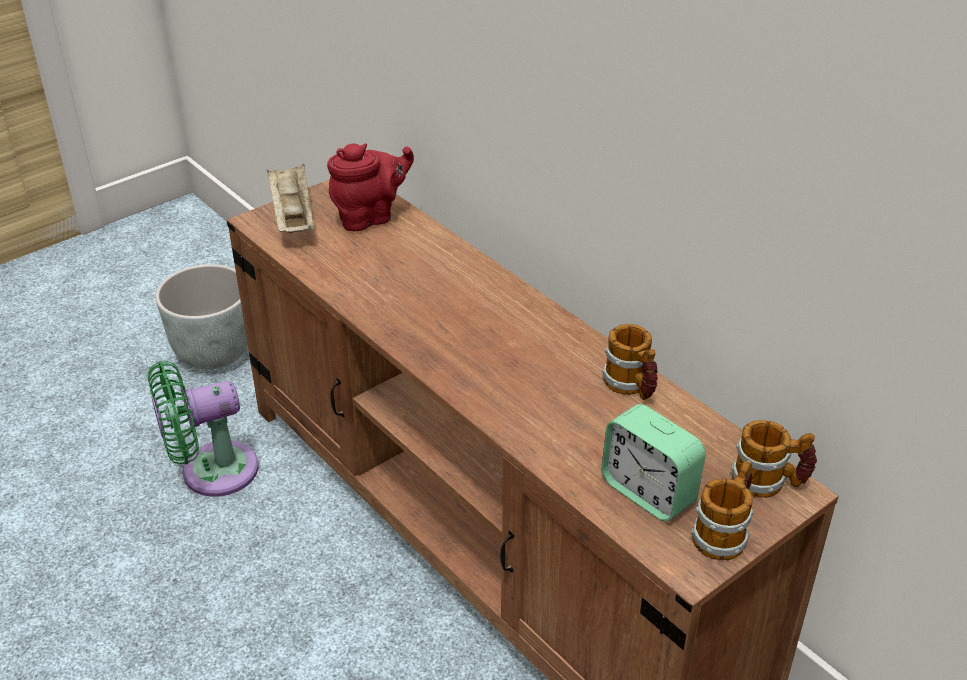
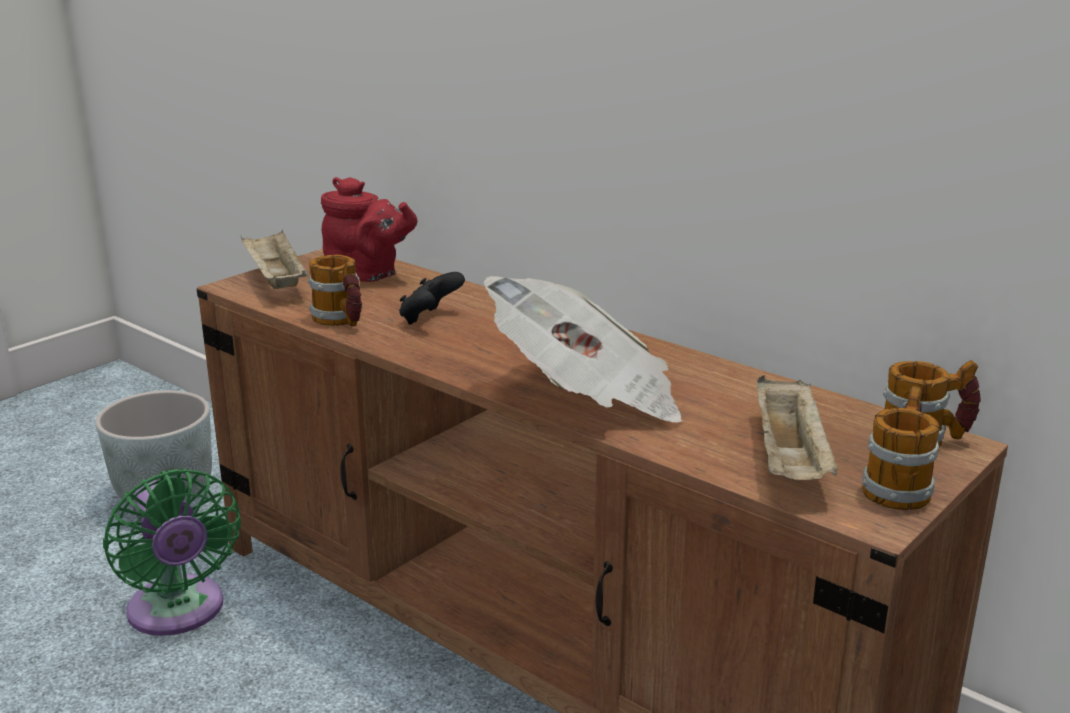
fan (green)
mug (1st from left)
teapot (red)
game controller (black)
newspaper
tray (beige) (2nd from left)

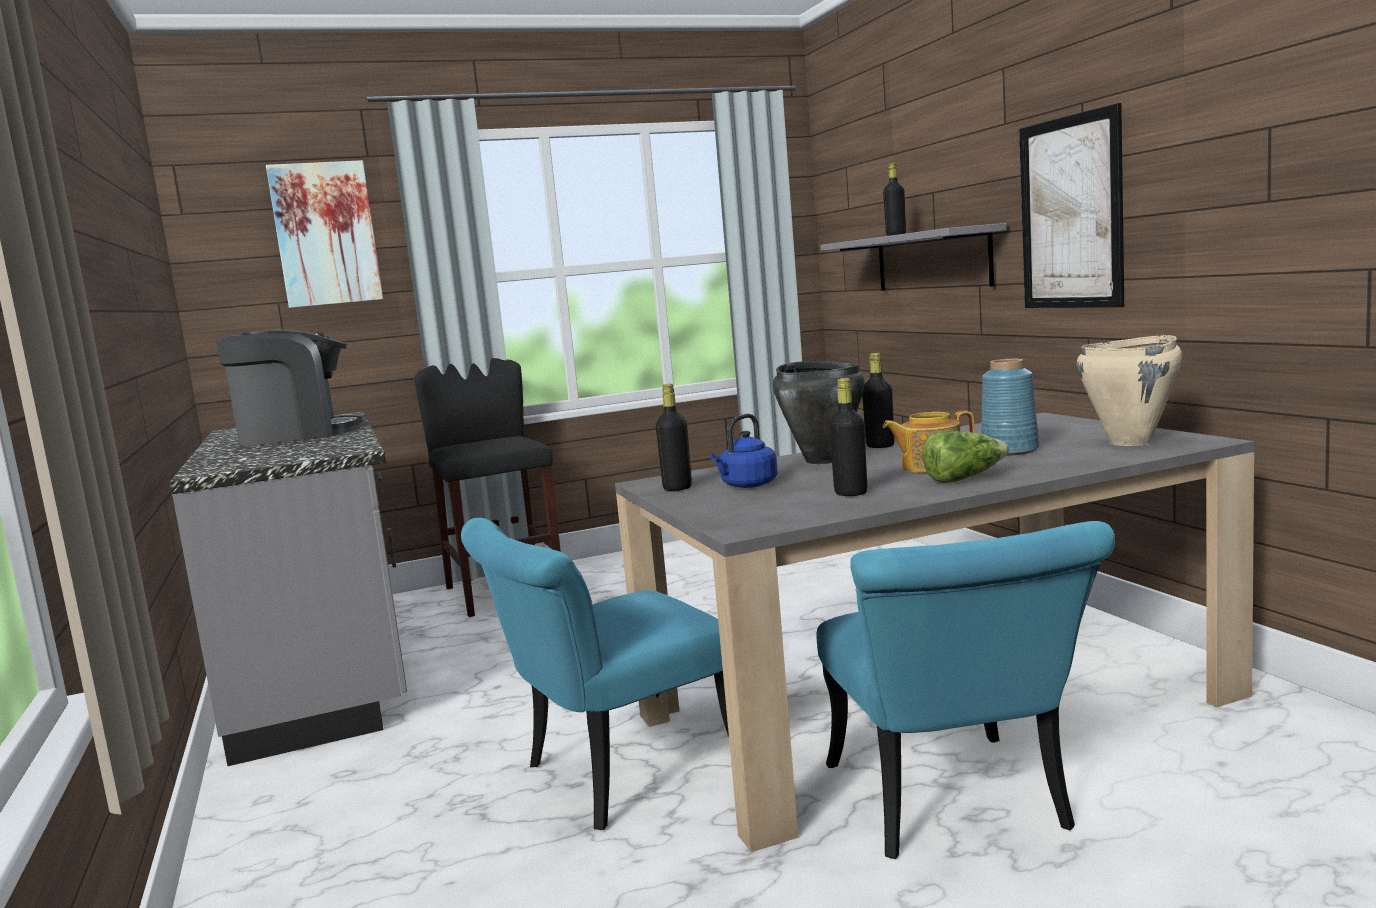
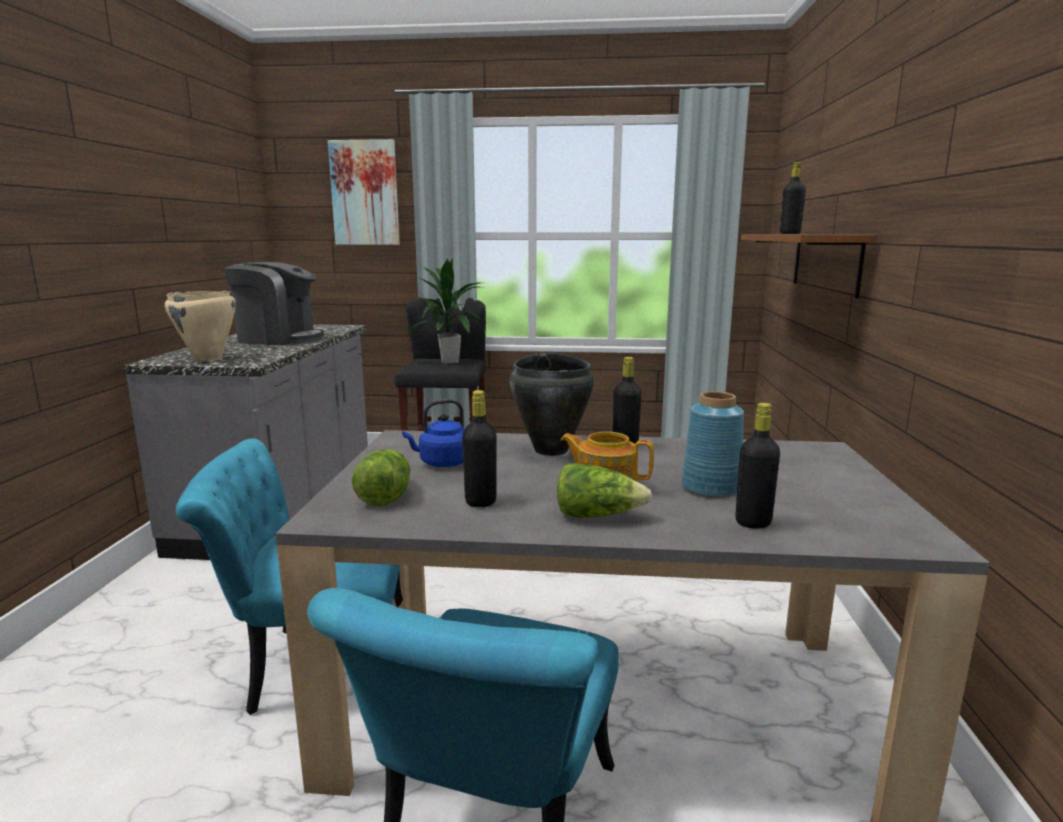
cooking pot (beige)
lettuce (1st from left)
potted plant
bottle (black) (3rd from left)
shelf (brown)
picture (2nd from left in the first image)

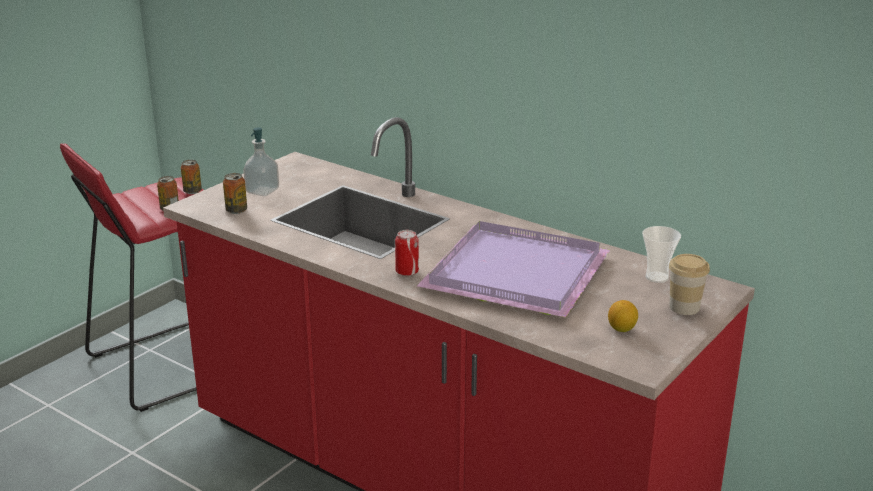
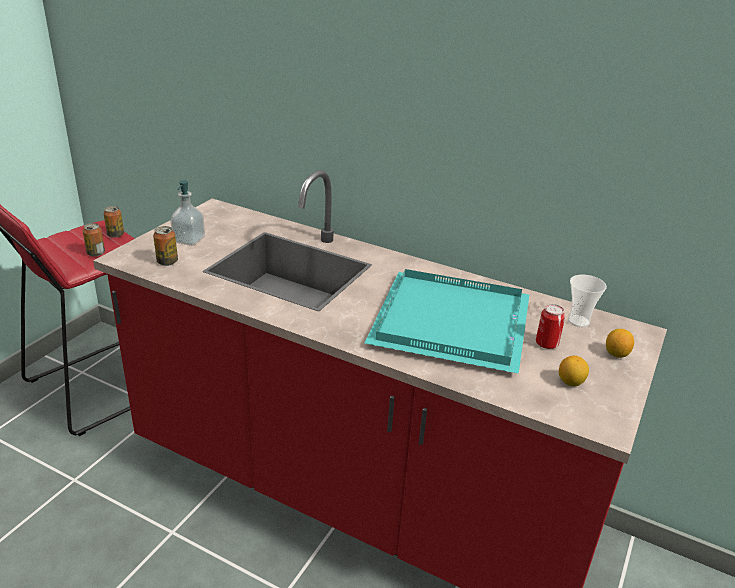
tray (turquoise)
can (4th from left)
lemon (2nd from left)

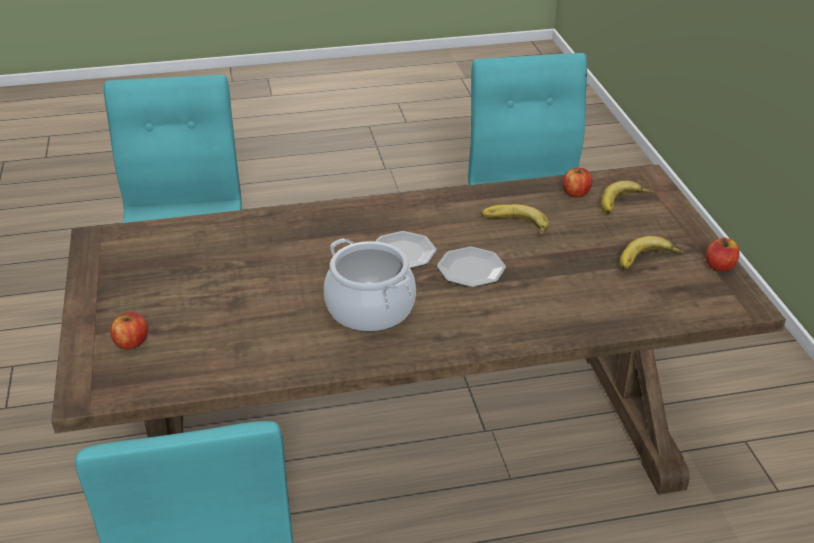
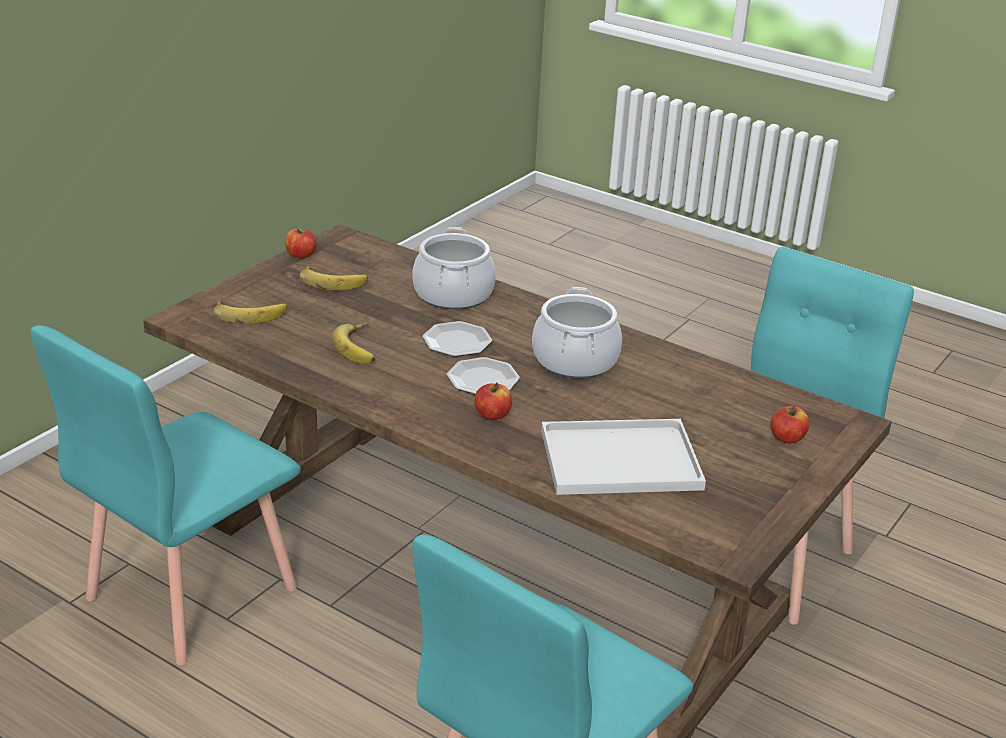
cooking pot (1st from left)
apple (2nd from left)
tray (white)

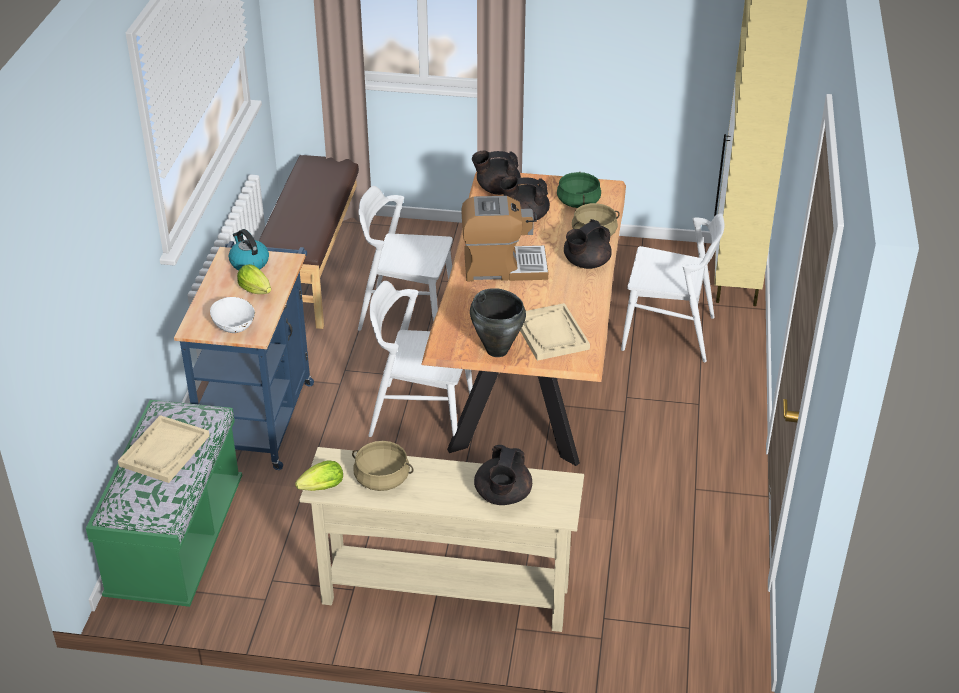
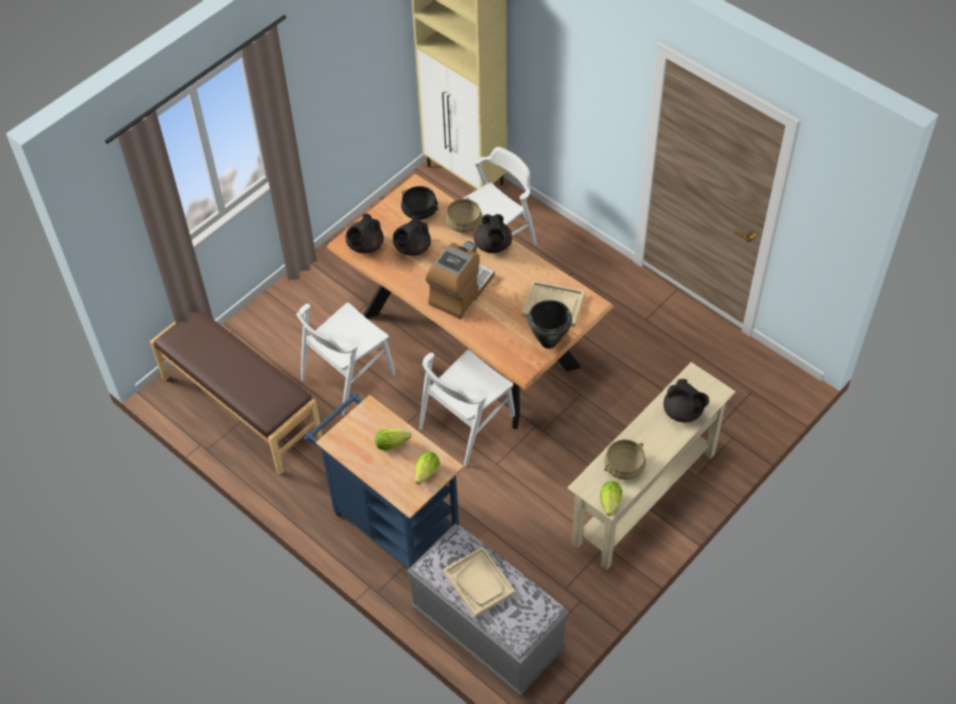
cooking pot (black) (1st from left)
bench (grey)
lettuce (2nd from left)
kettle

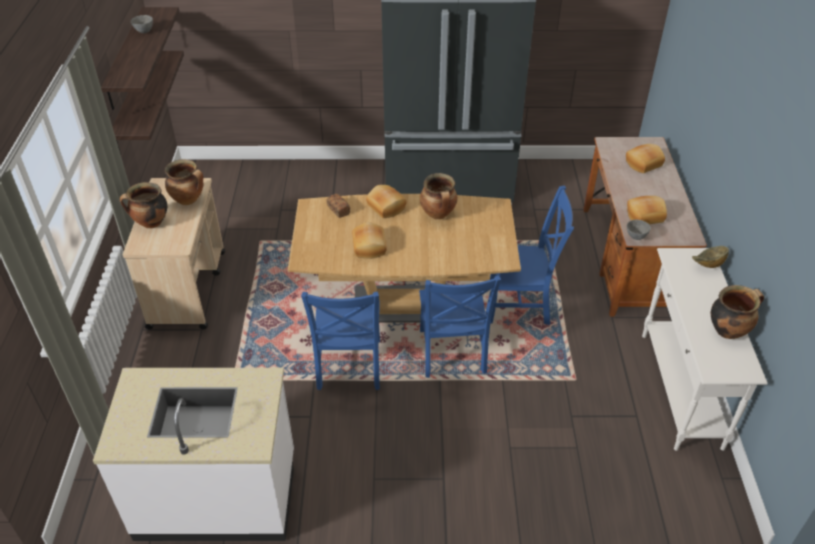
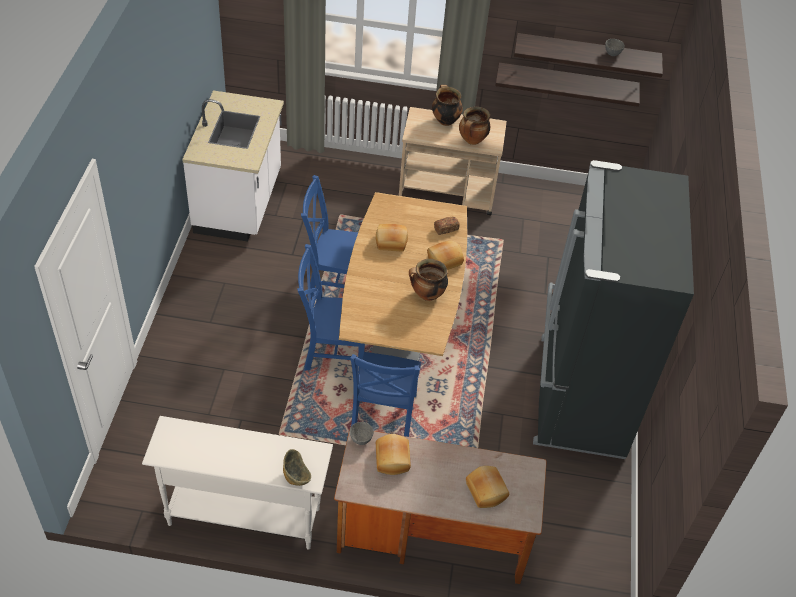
cooking pot (4th from left in the first image)

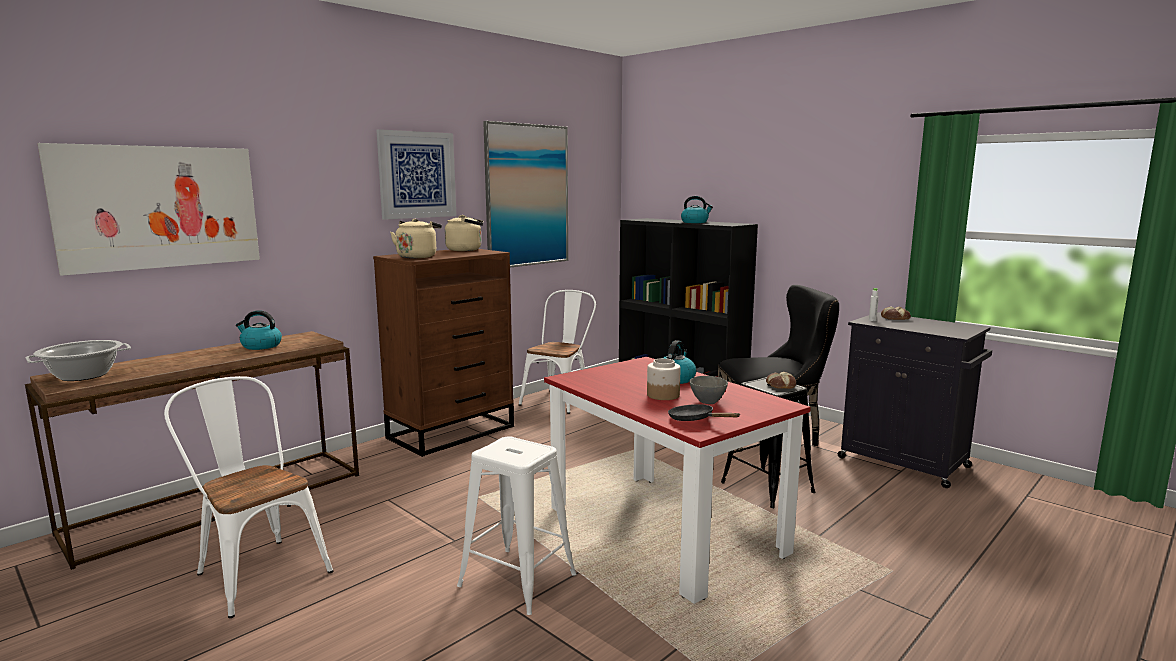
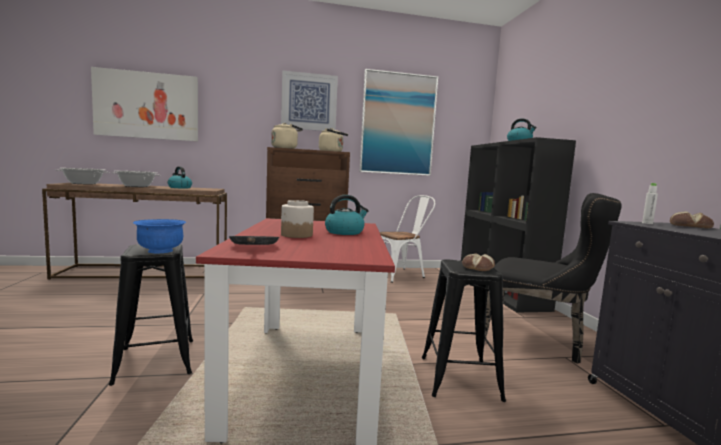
stool (black) (1st from left)
cooking pot (2nd from left)
bowl (blue)
chair (white) (1st from left in the first image)
bowl (grey)

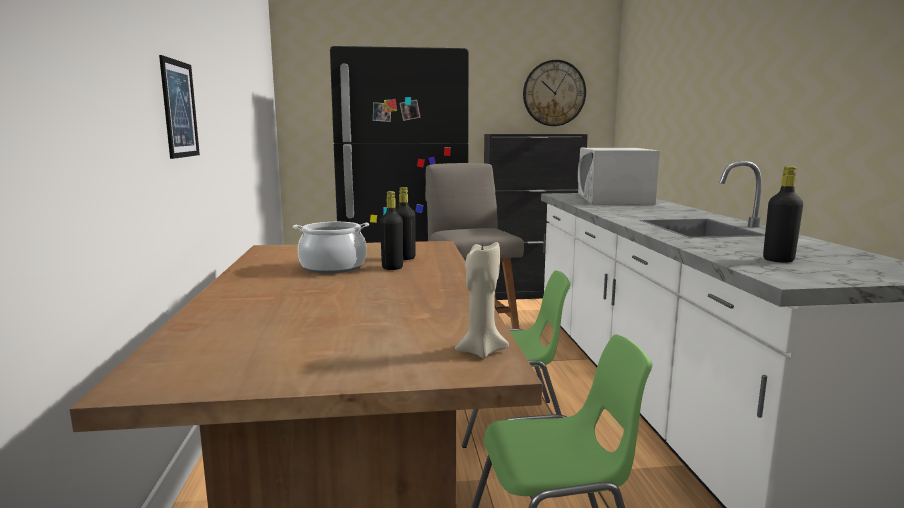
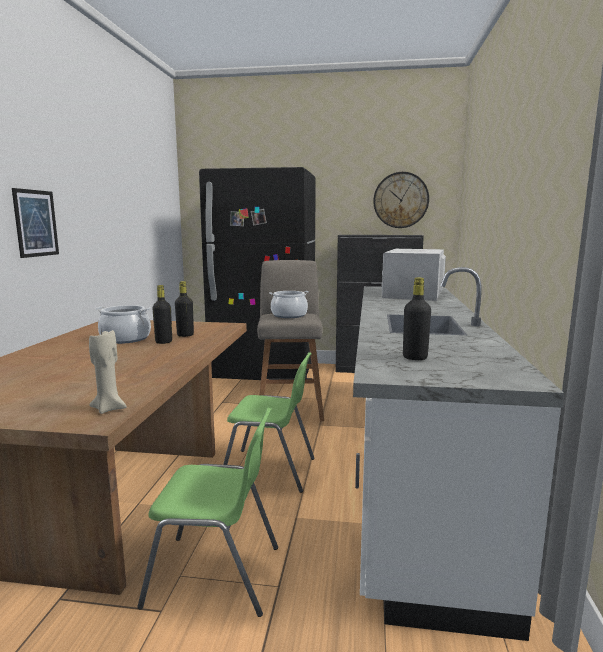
cooking pot (2nd from left)

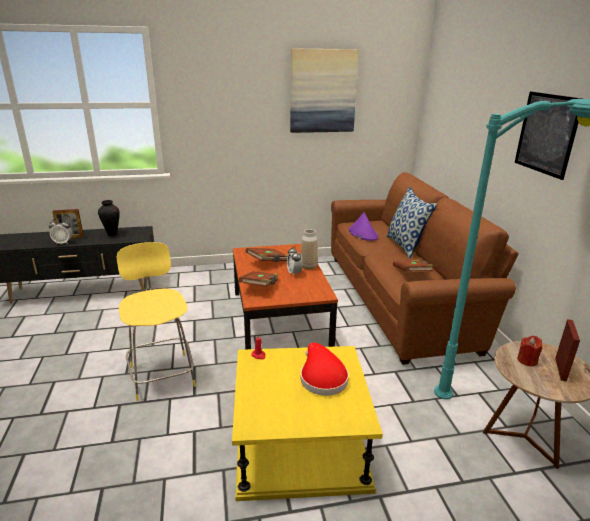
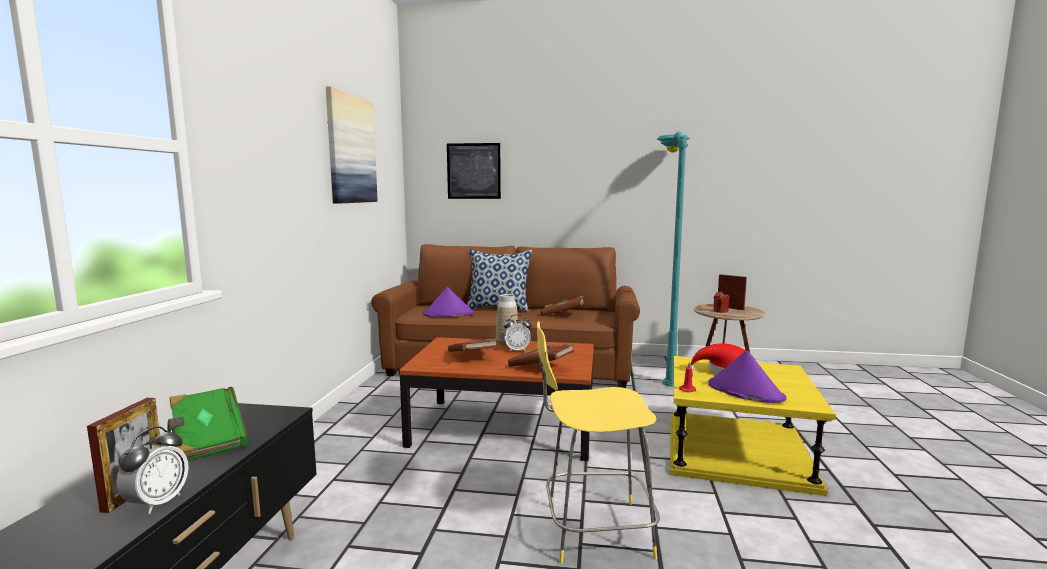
book (green)
picture (2nd from left)
hat (purple) (2nd from left)

